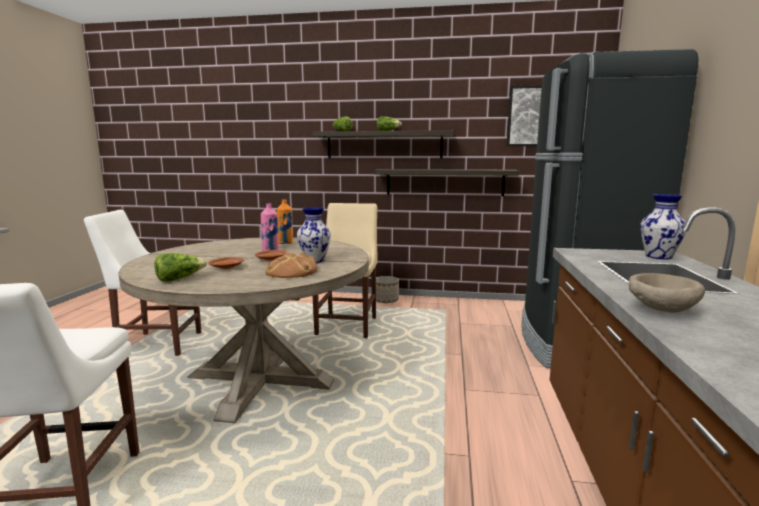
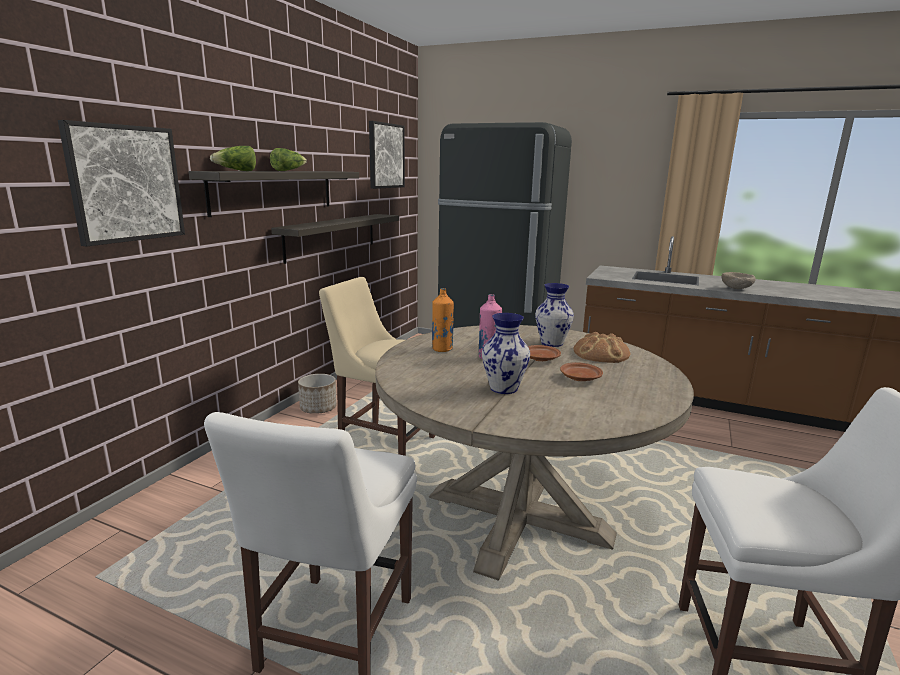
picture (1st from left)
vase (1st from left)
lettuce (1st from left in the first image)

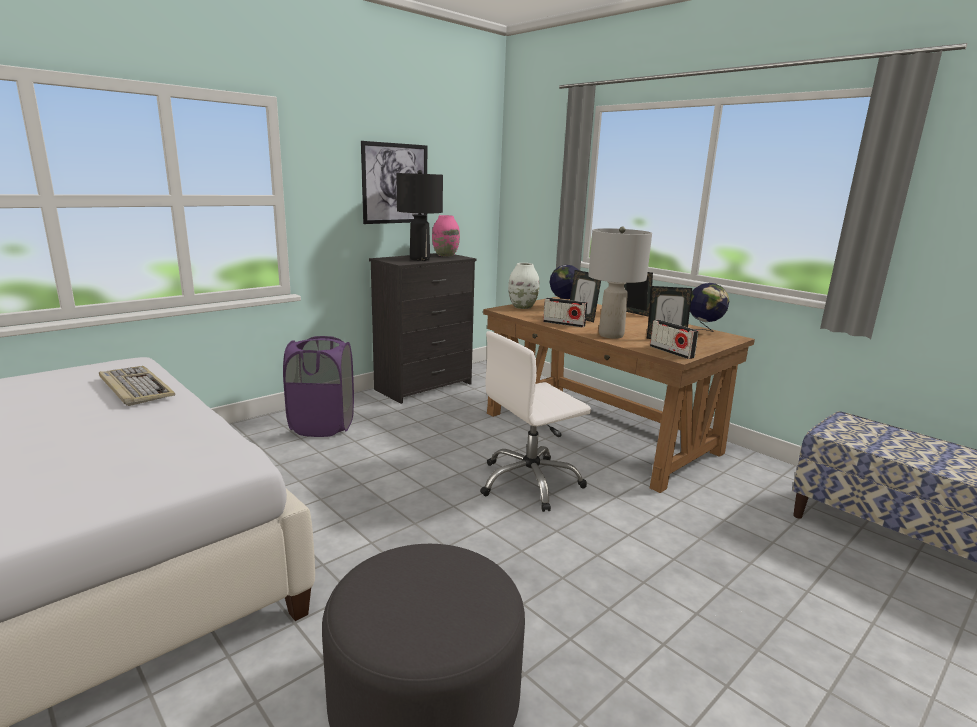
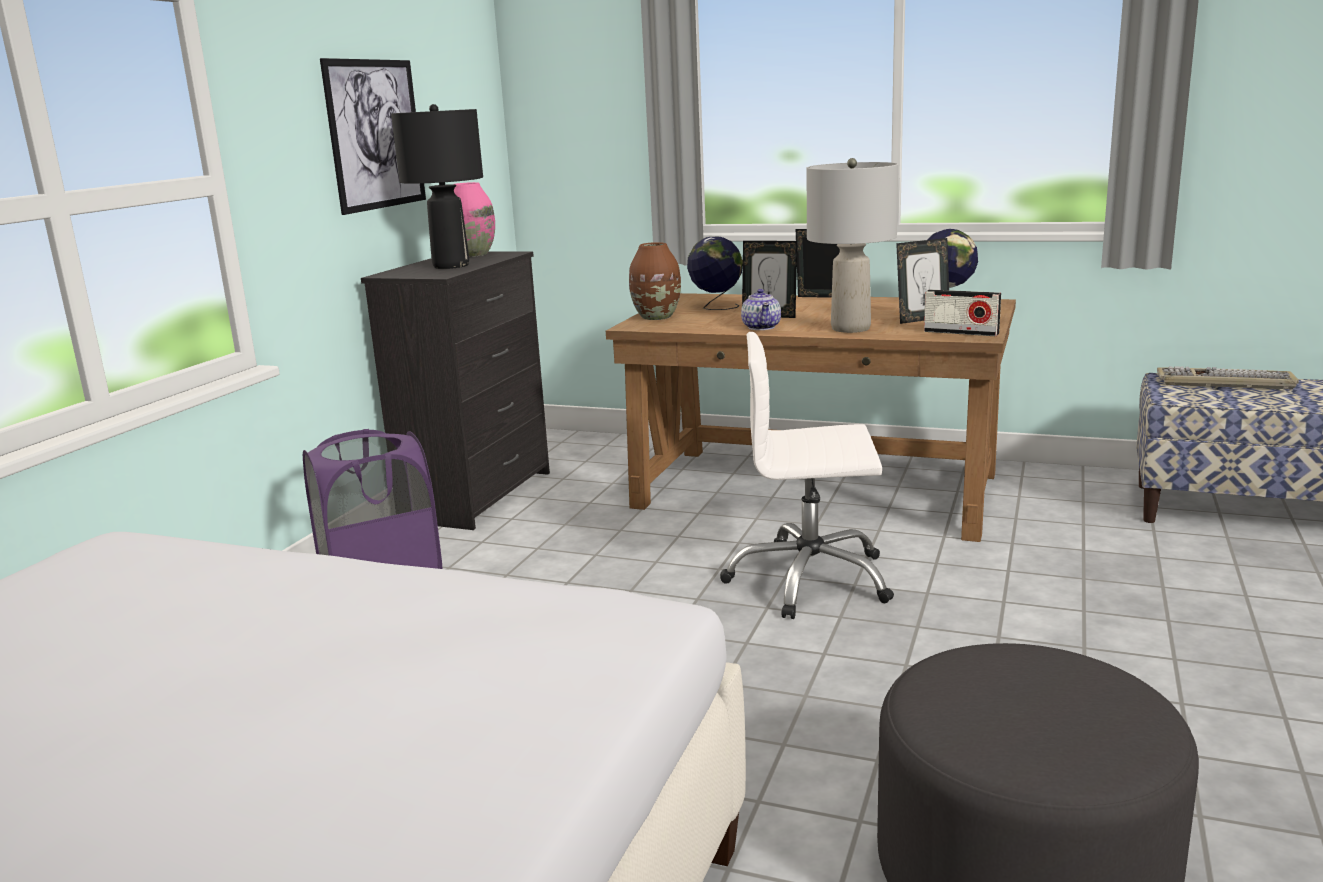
vase (brown)
office chair (white)
teapot
keyboard

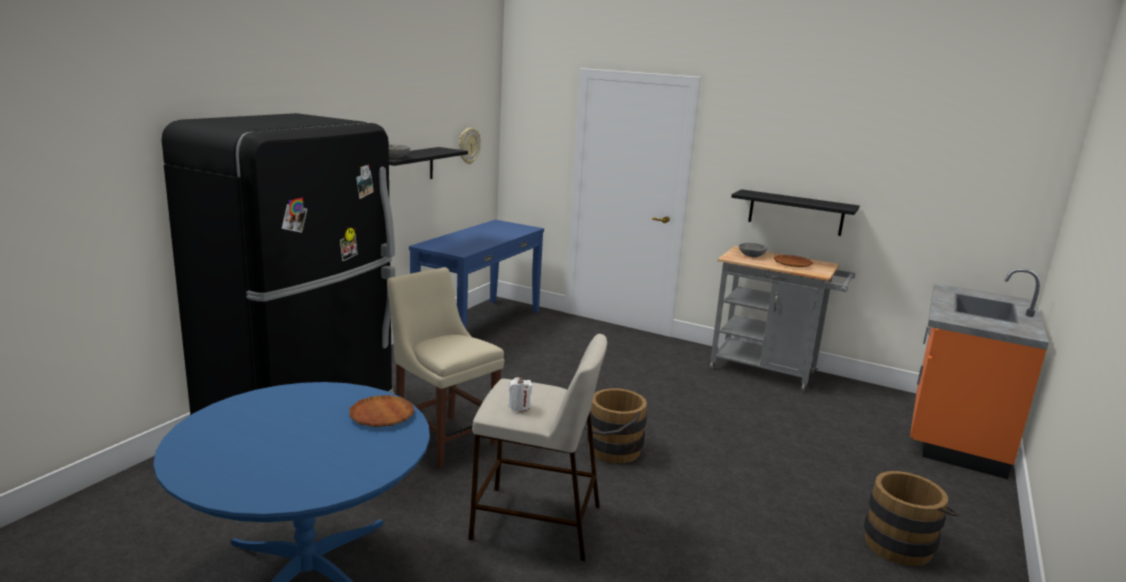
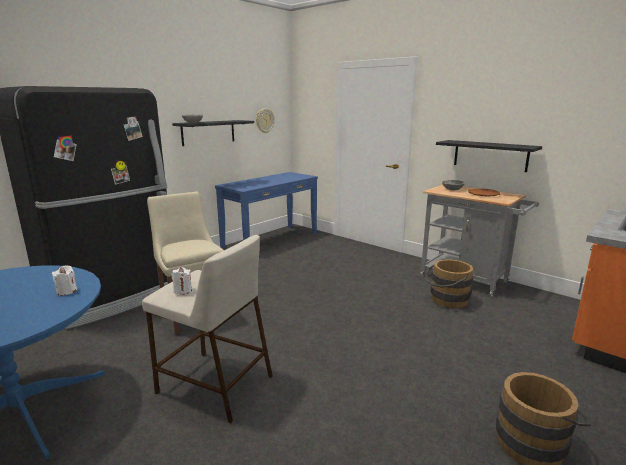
candle (white) (1st from left)
bucket (brown) (1st from left)

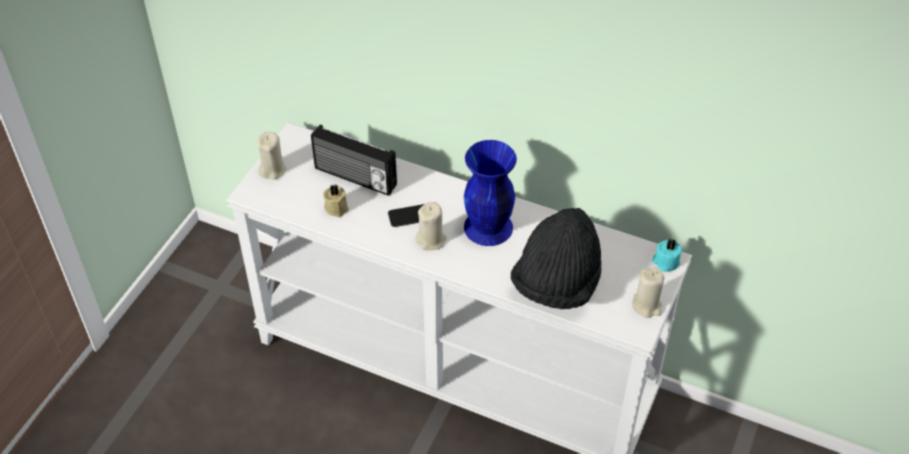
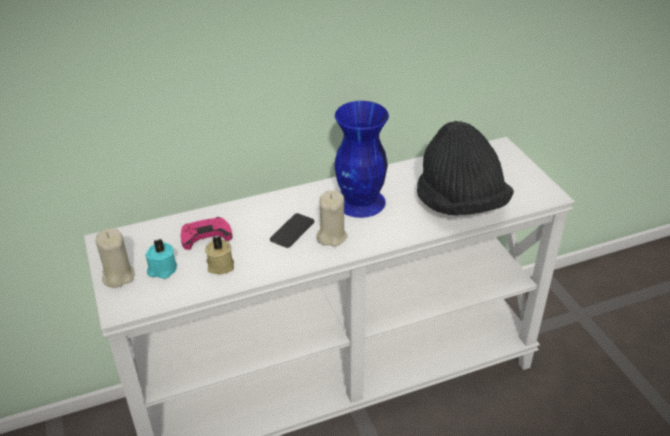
candle (turquoise)
game controller (pink)
candle (beige) (4th from left in the first image)

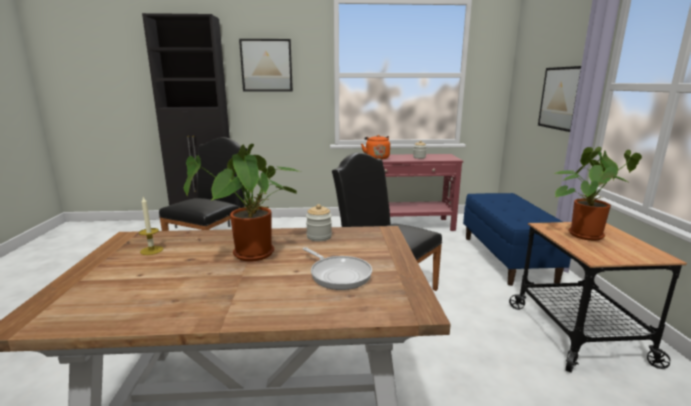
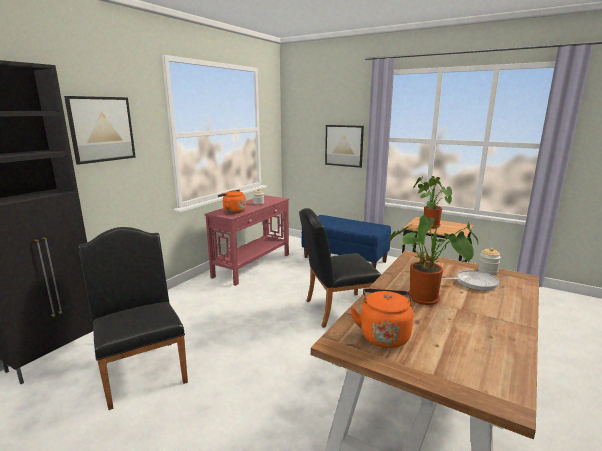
kettle (orange) (2nd from left)
jar (2nd from left)

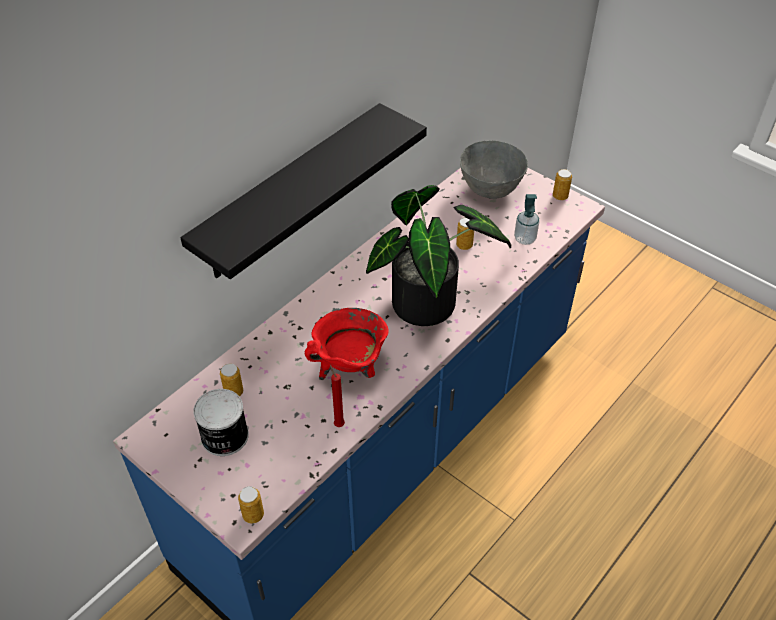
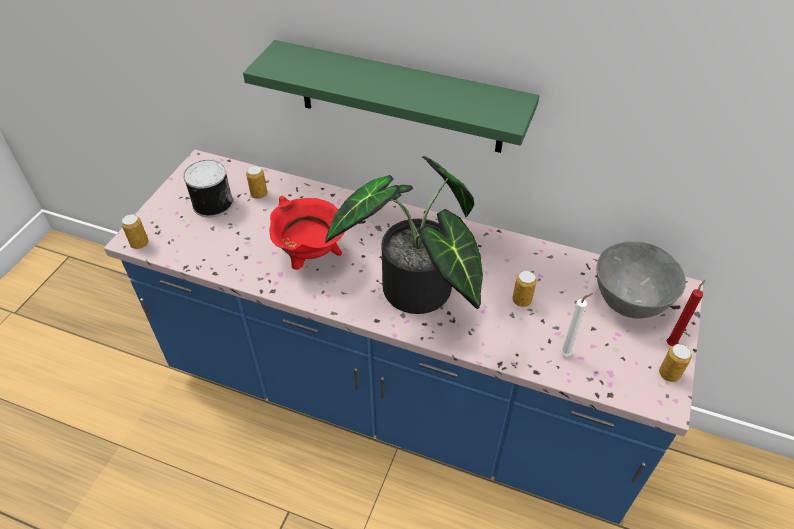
shelf (green)
candle (white)
candle (red)

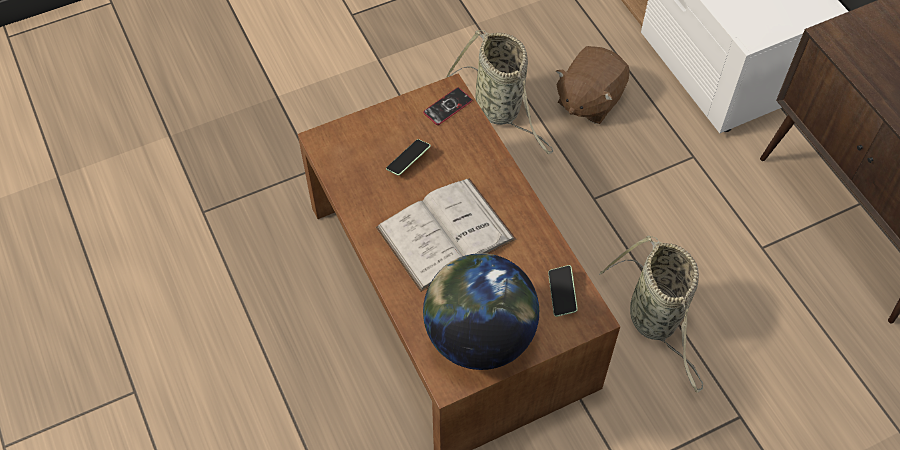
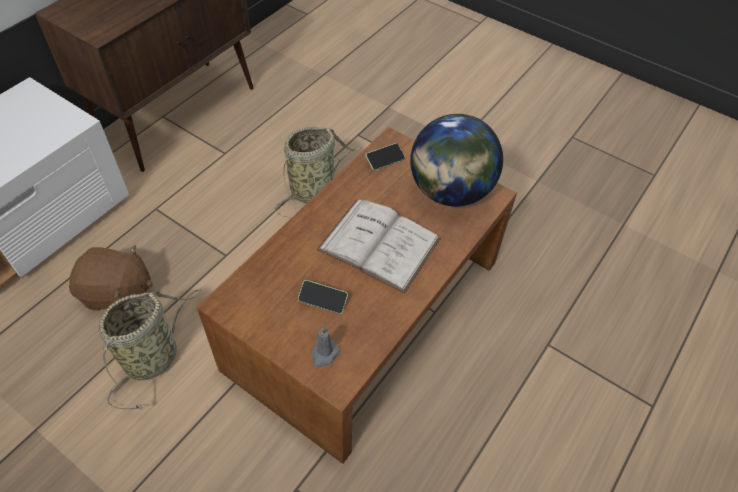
candle (grey)
phone (2nd from left in the first image)

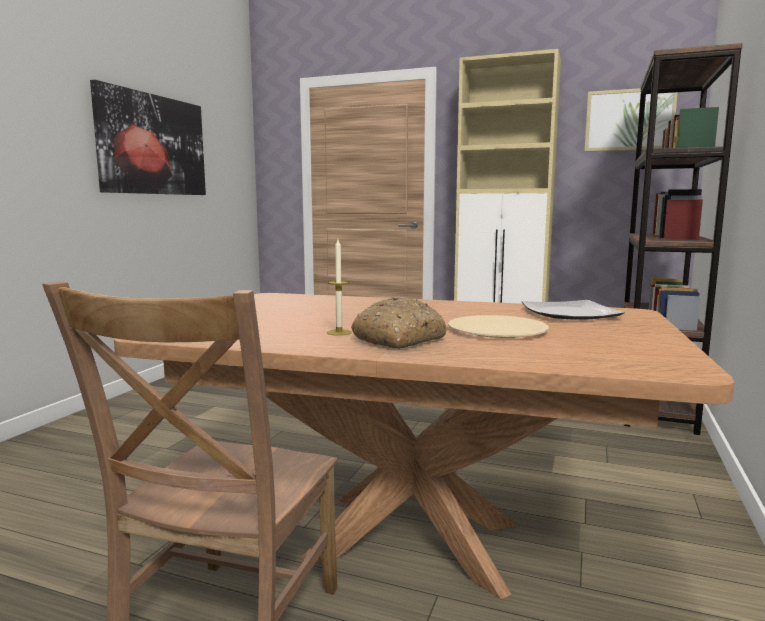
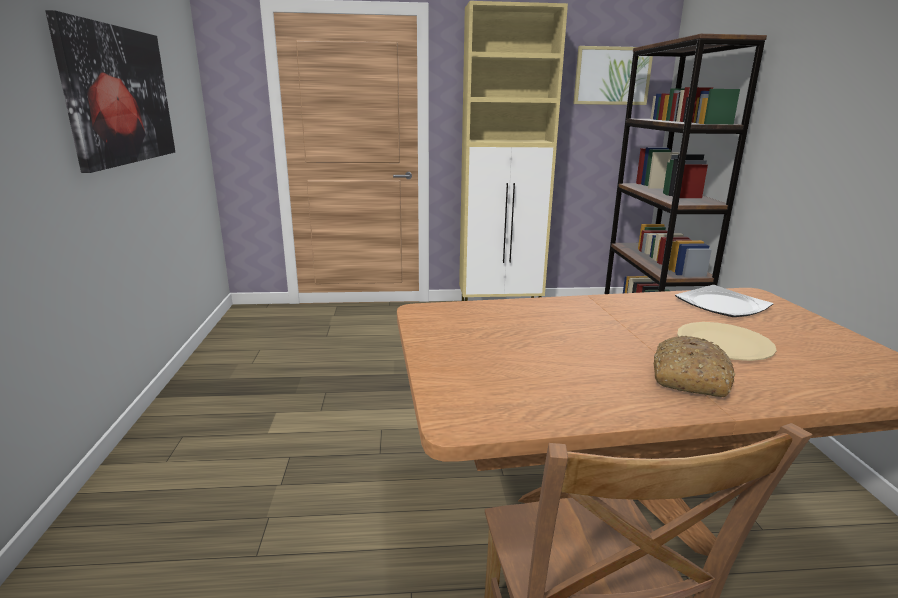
candle

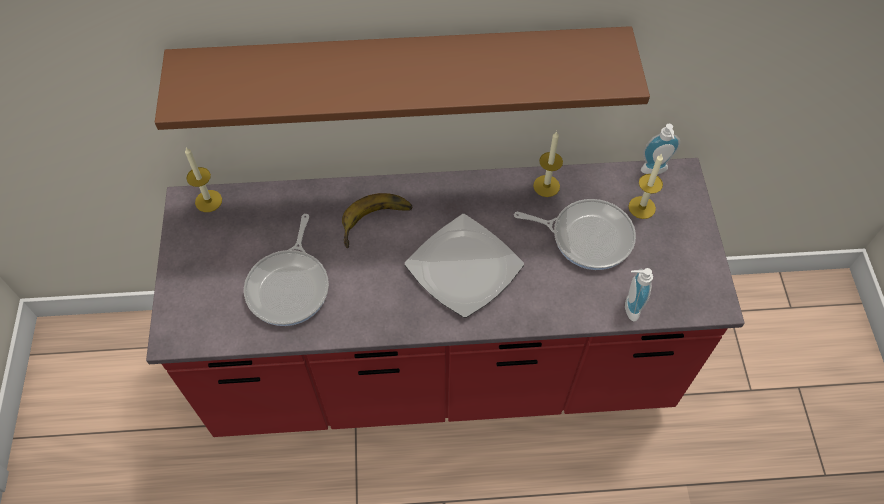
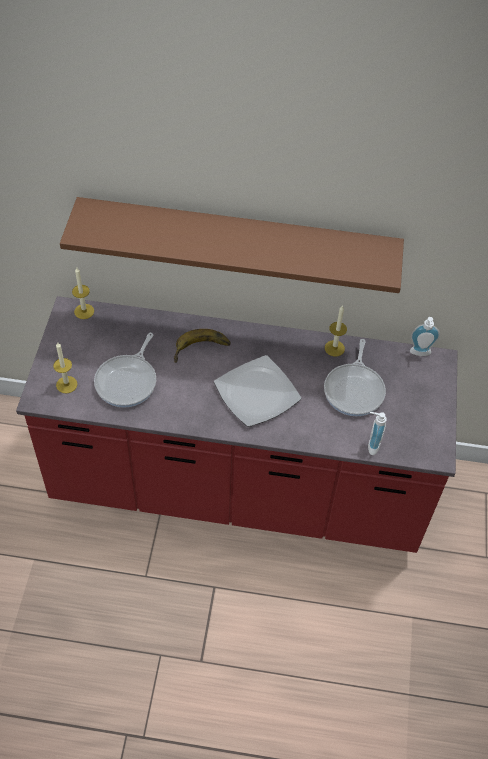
candle (1st from left)
frying pan (2nd from left)

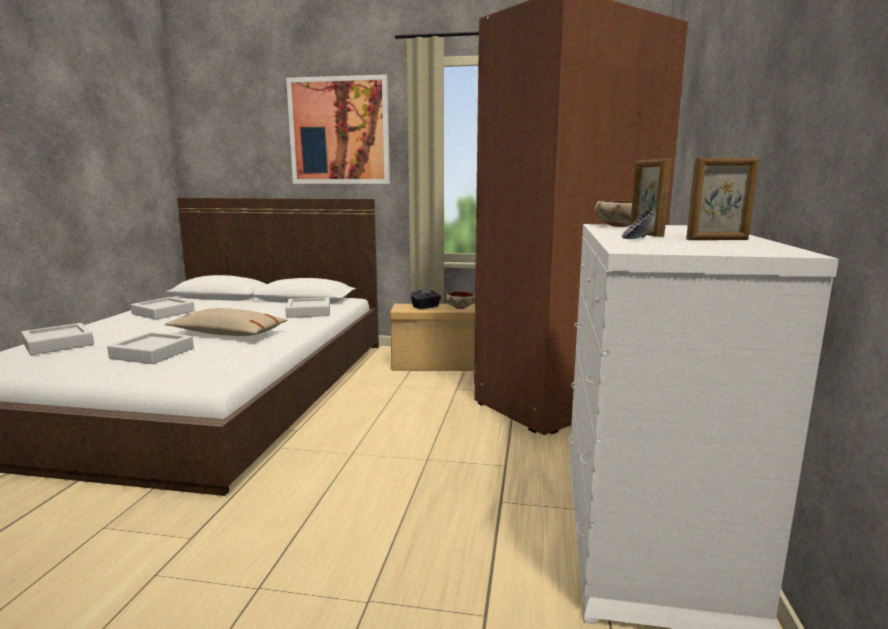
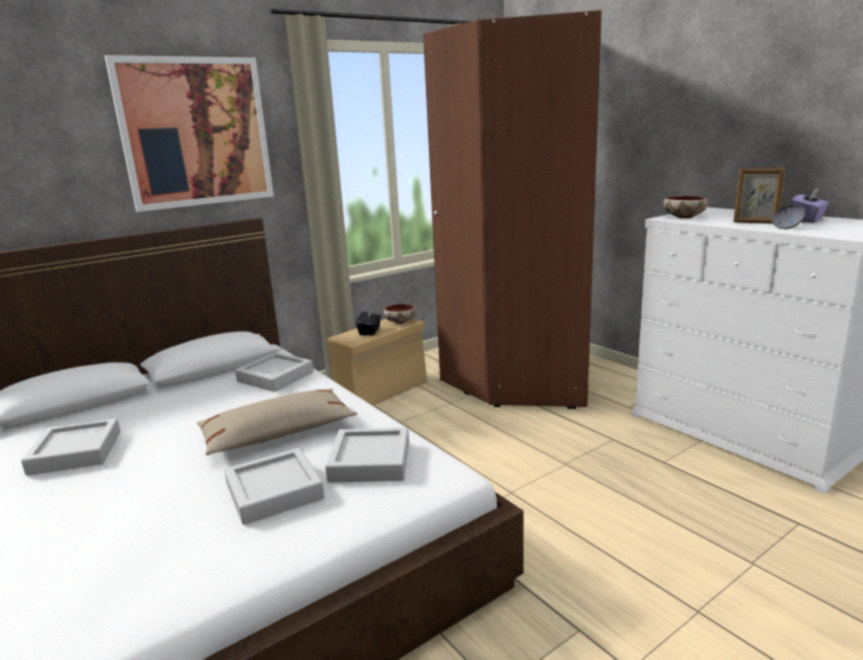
tray (grey) (4th from left)
tissue box (purple)

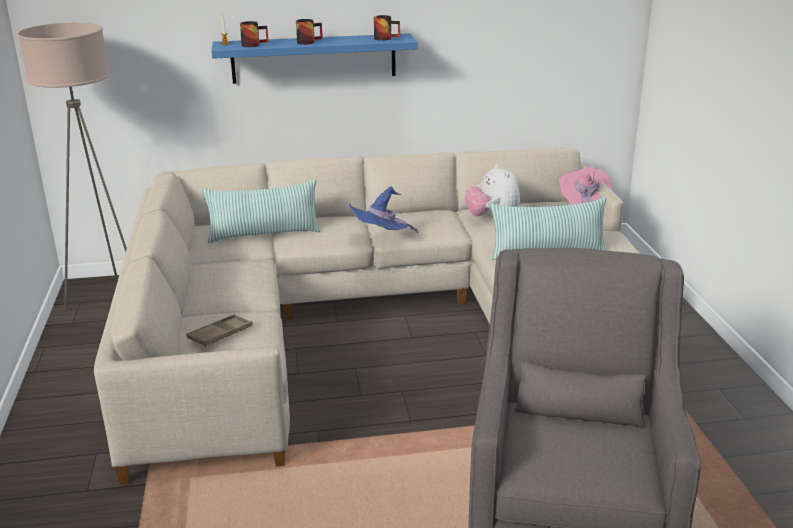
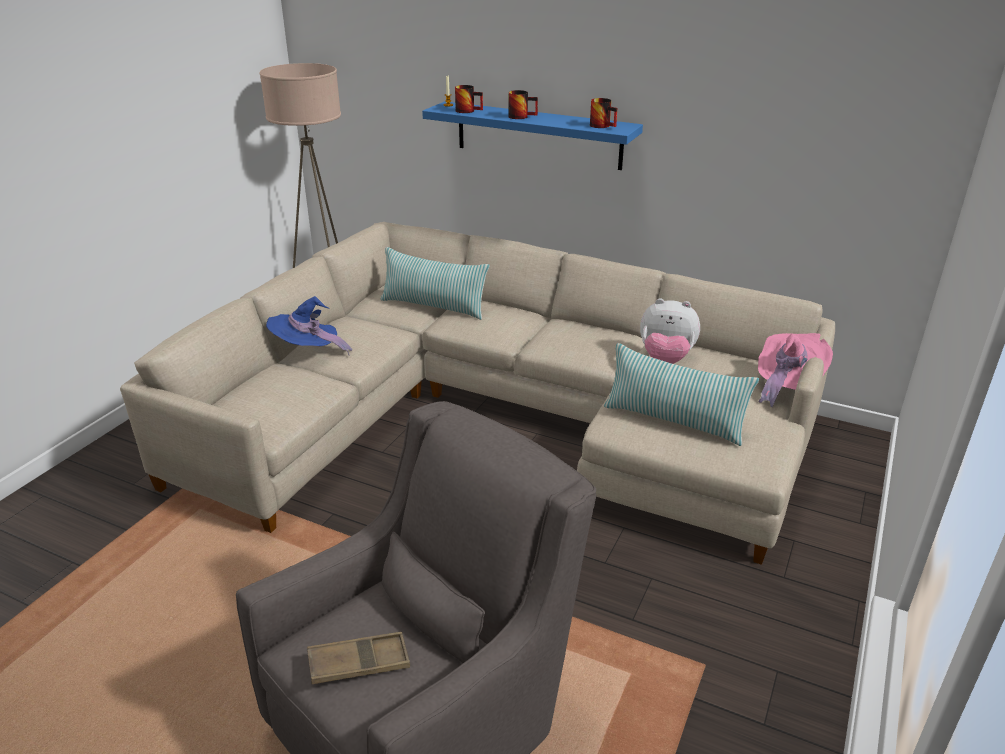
hat (blue)
tray (brown)
plush toy

